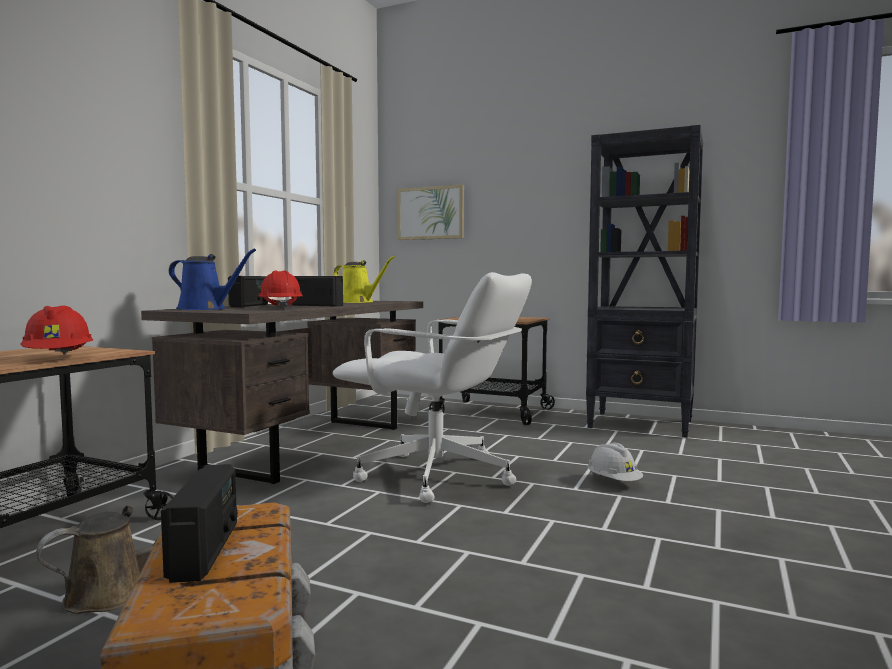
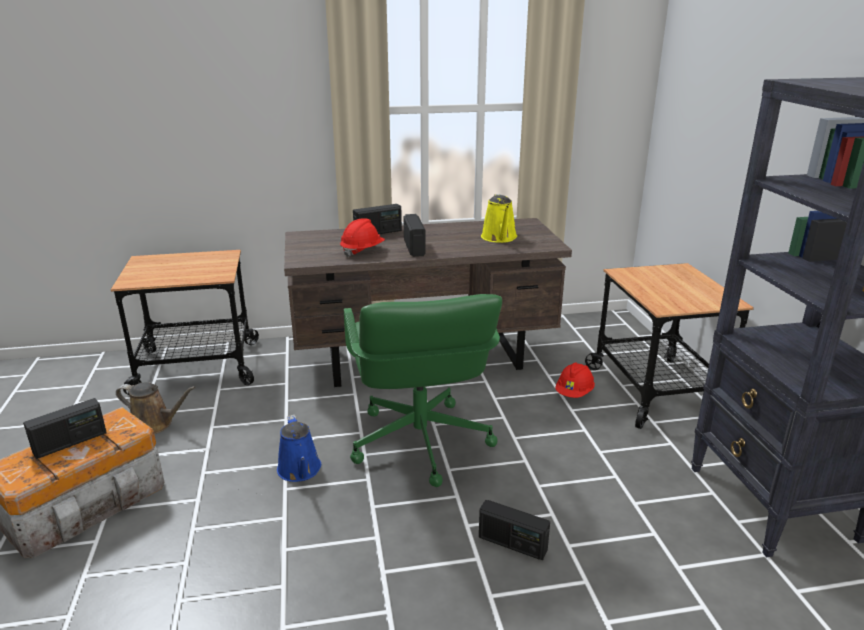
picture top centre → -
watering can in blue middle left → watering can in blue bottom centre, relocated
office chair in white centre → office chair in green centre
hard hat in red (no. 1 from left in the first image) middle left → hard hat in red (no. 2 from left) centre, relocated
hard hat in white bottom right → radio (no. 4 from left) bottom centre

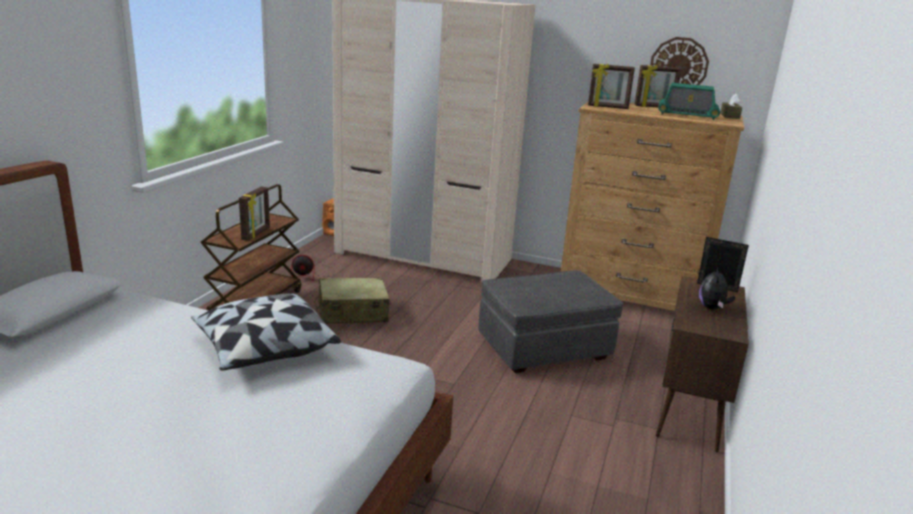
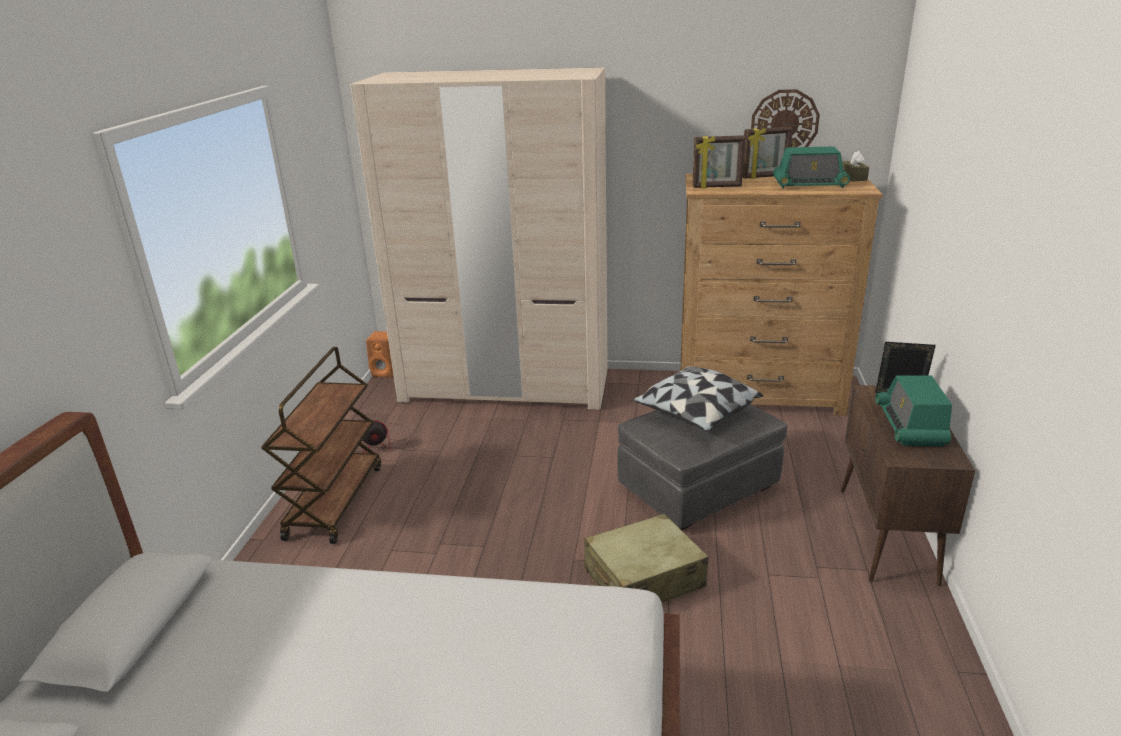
picture frame (no. 1 from left) middle left → -
plush toy middle right → radio (no. 2 from left) middle right
suitcase in beige centre → suitcase in beige bottom centre, relocated
pillow middle left → pillow centre, relocated

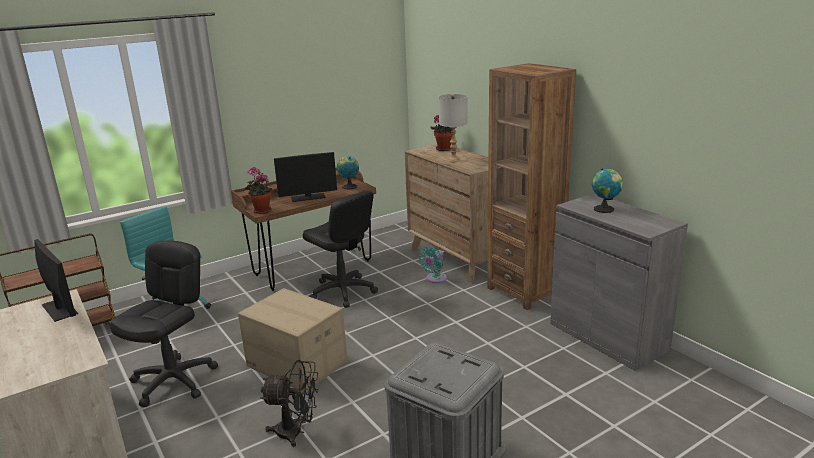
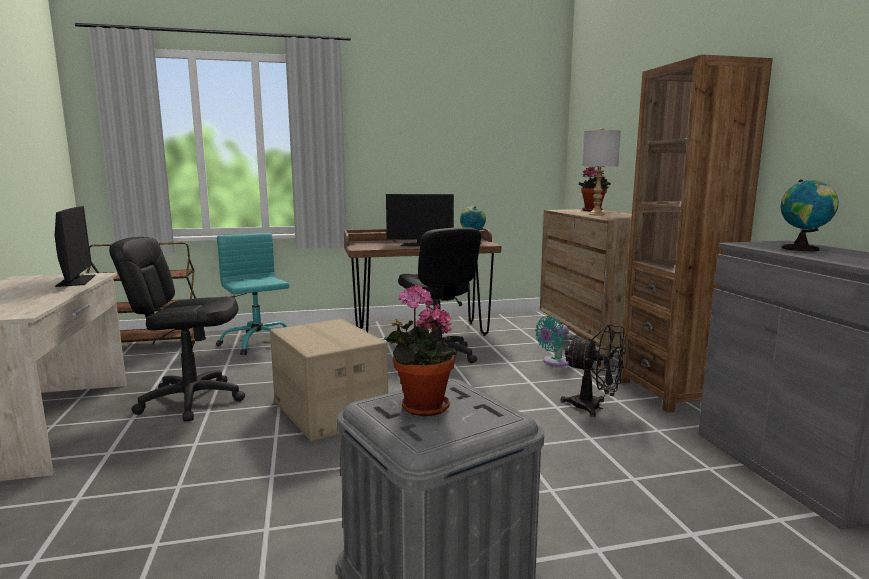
potted plant (no. 1 from left) middle left → potted plant (no. 1 from left) centre, relocated
office chair in black (no. 1 from left) bottom left → office chair in black (no. 1 from left) middle left, 135 degrees counterclockwise
fan in black bottom centre → fan in black middle right, relocated

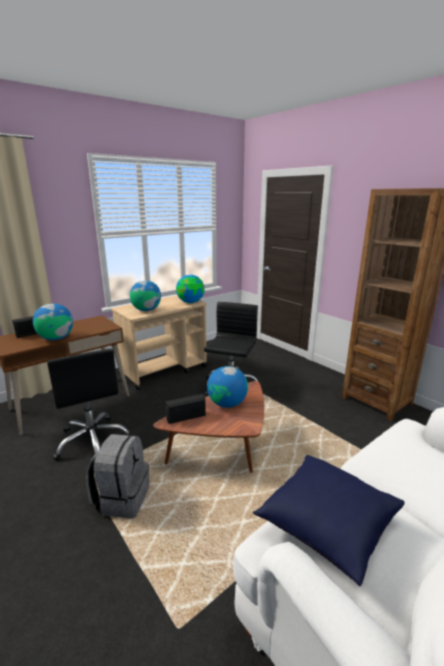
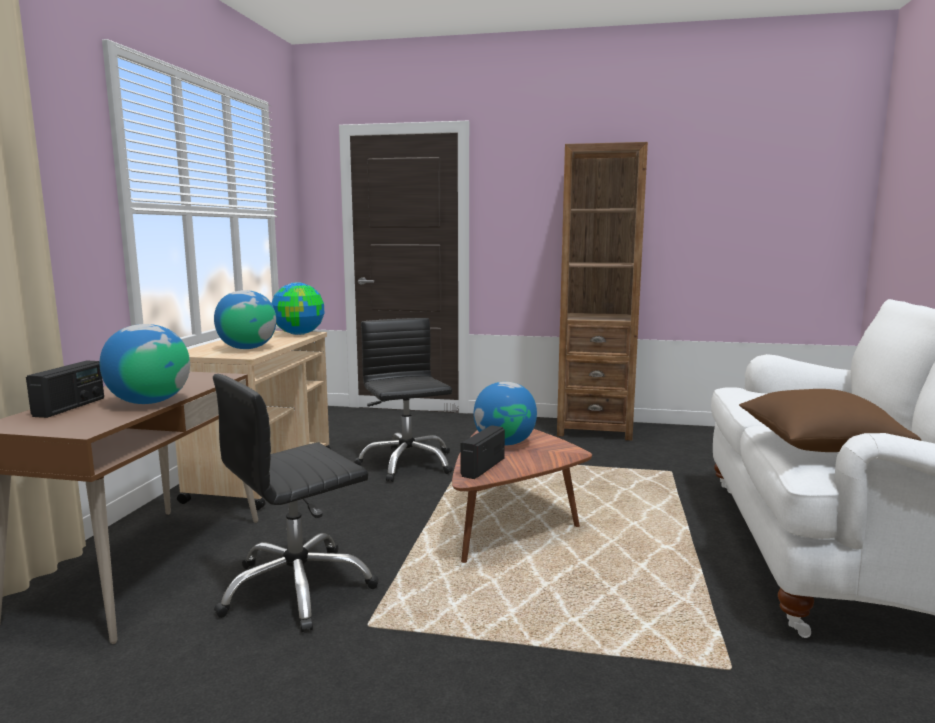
office chair in black (no. 1 from left) middle left → office chair in black (no. 1 from left) bottom left, 120 degrees clockwise
backpack in grey bottom left → -
pillow in blue bottom right → pillow in brown middle right

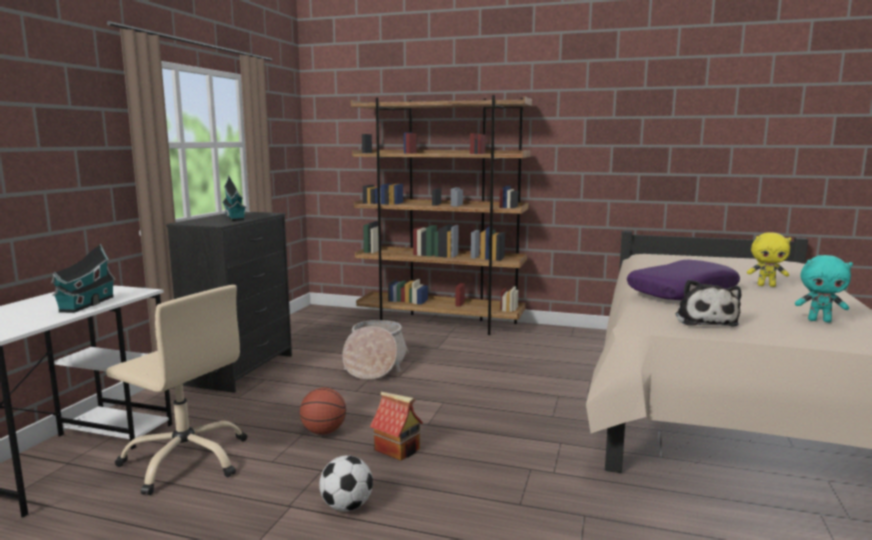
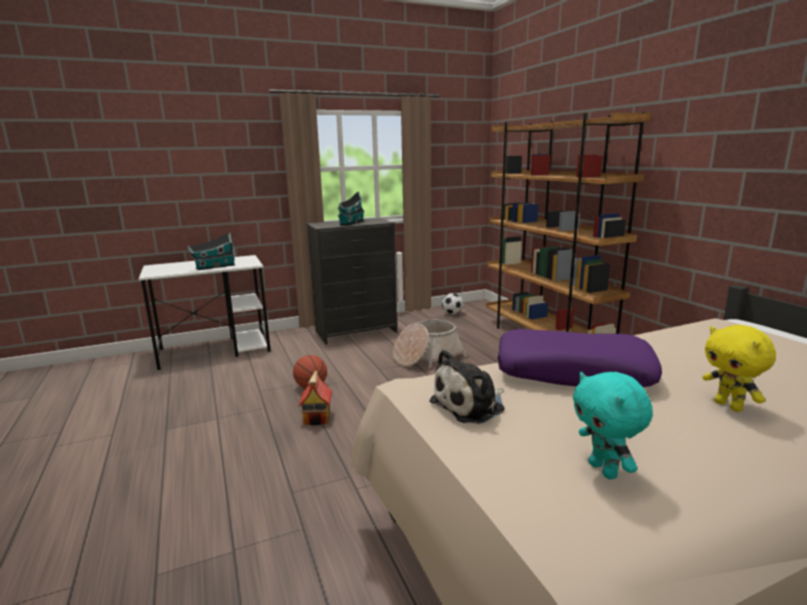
office chair in beige bottom left → -
football bottom centre → football centre, relocated

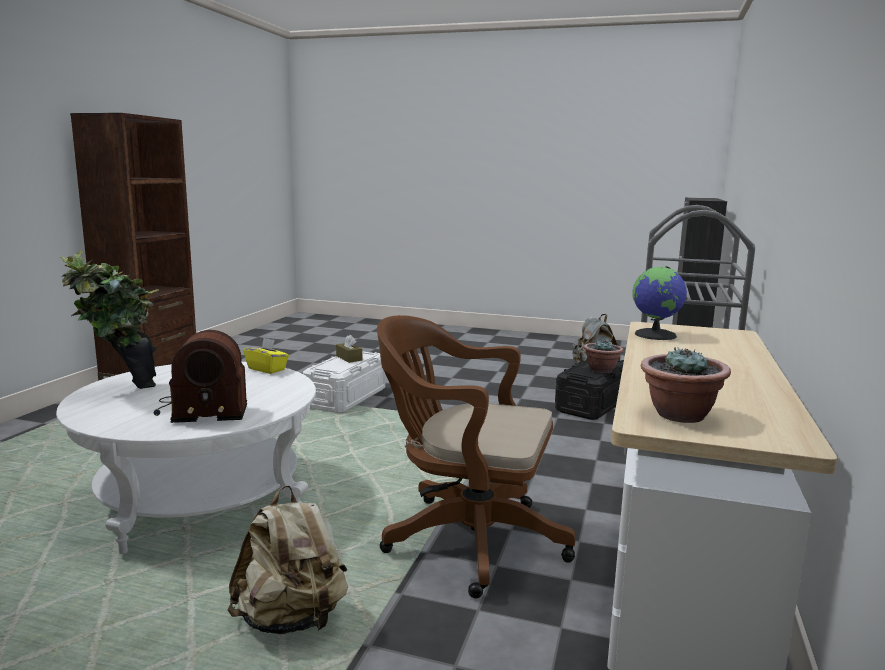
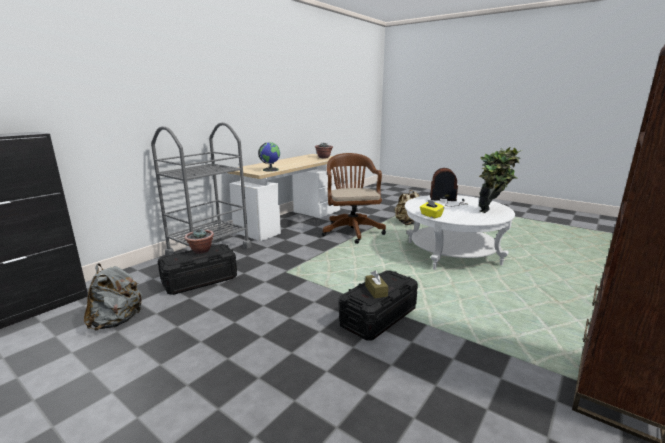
office chair in brown bottom centre → office chair in brown centre, 135 degrees counterclockwise
storage box in white centre → storage box in black (no. 2 from left) bottom centre

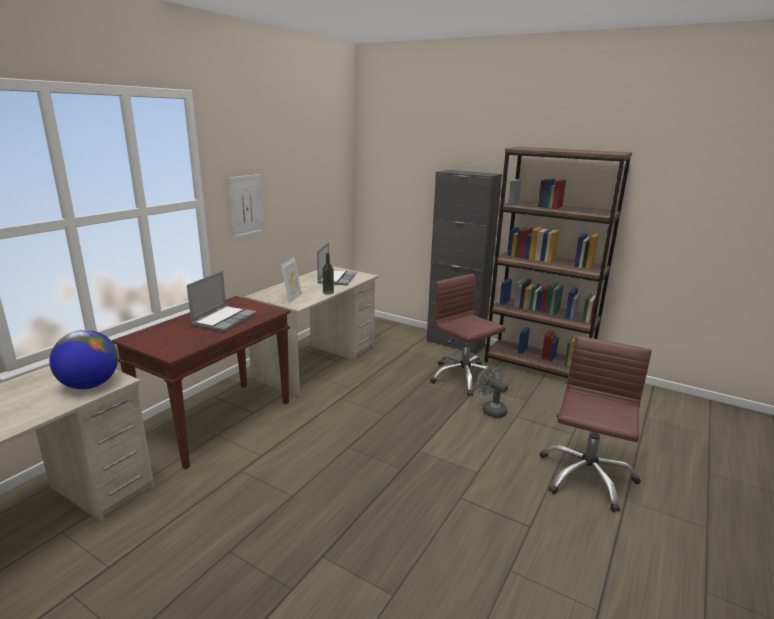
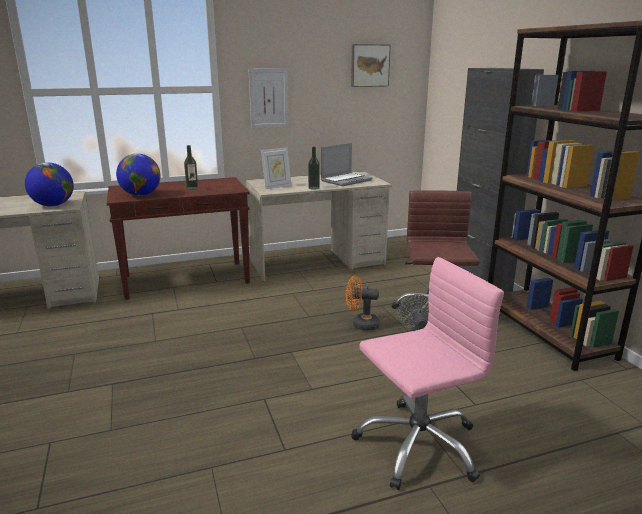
laptop (no. 1 from left) middle left → bottle (no. 1 from left) top left
office chair in brown (no. 2 from left) bottom right → office chair in pink bottom centre
- → picture (no. 2 from left) top centre
- → globe (no. 2 from left) middle left
- → fan in orange centre

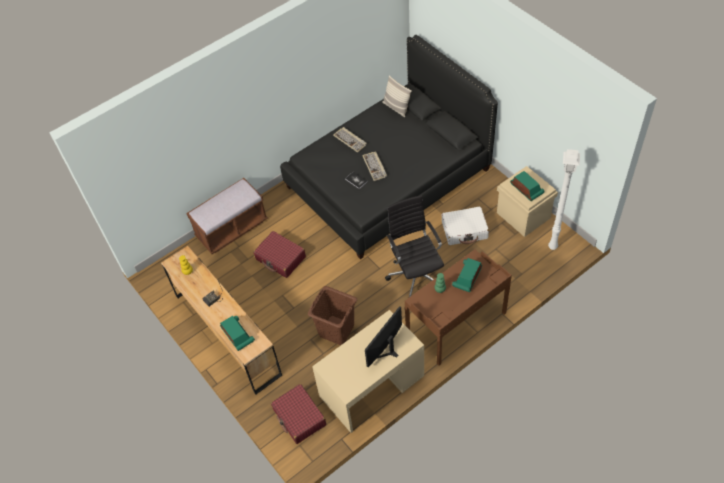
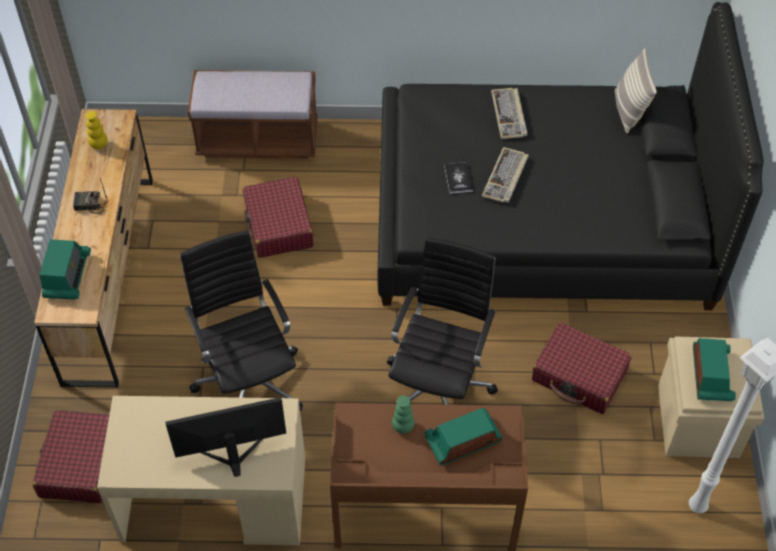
suitcase in white centre → suitcase in red (no. 3 from left) bottom right
laundry basket in brown centre → office chair in black (no. 1 from left) middle left

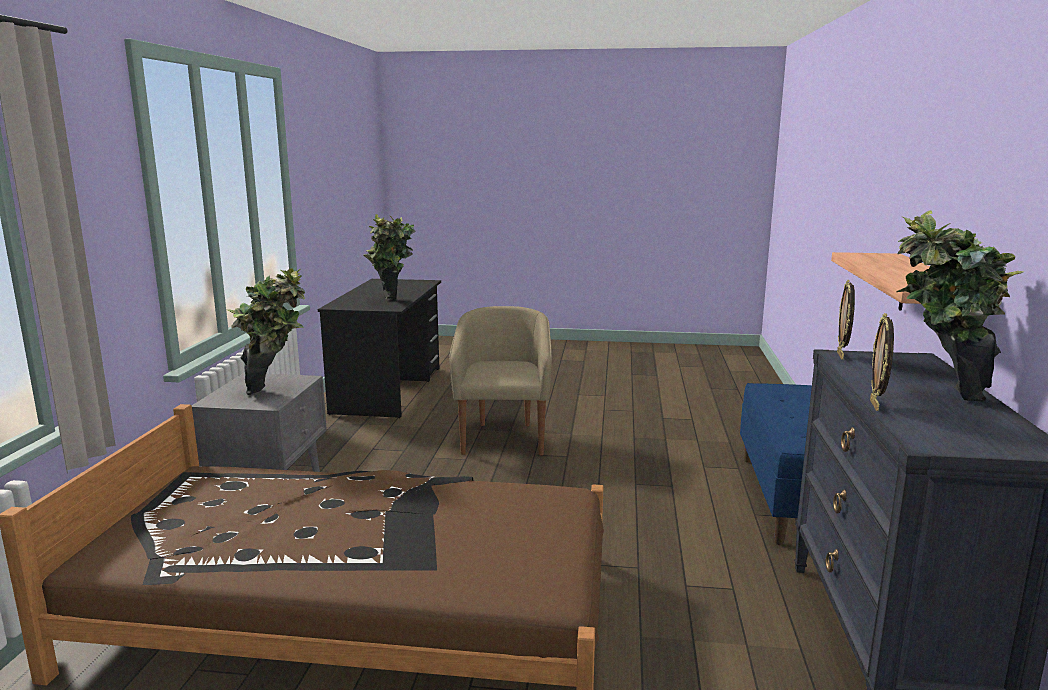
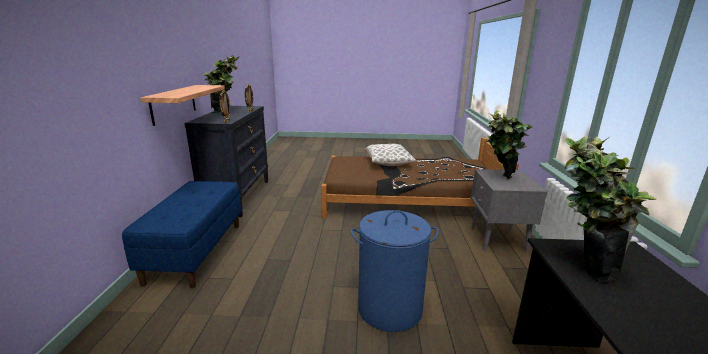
armchair in beige centre → laundry basket in blue bottom centre
- → pillow centre

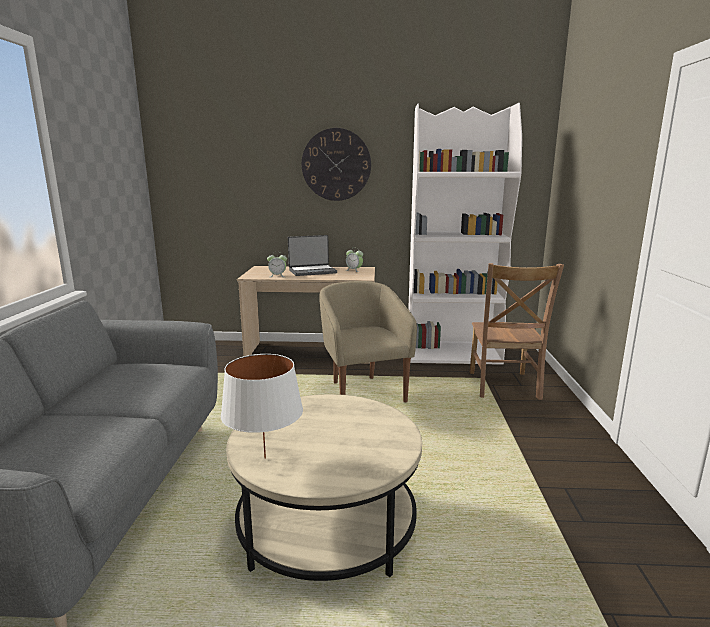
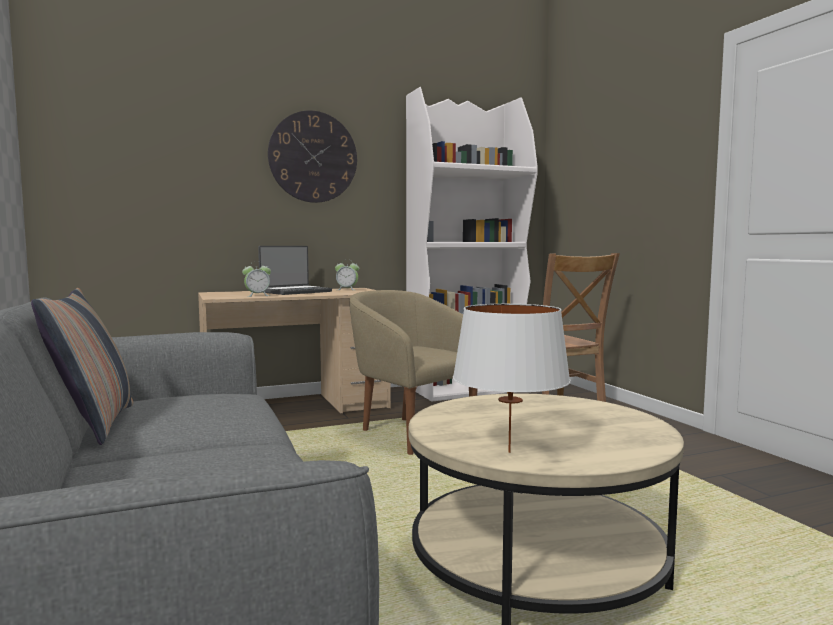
- → pillow middle left

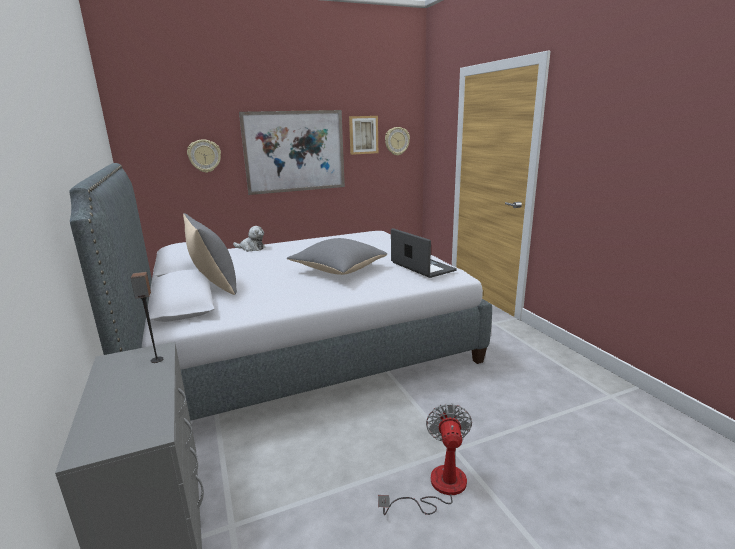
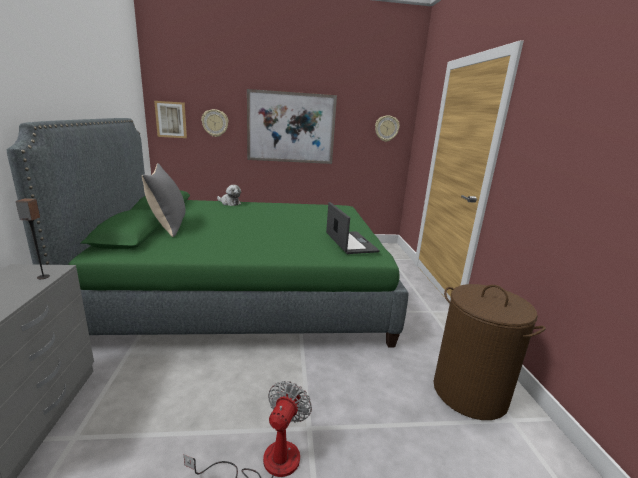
picture (no. 2 from left in the first image) top centre → picture (no. 1 from left) top left, relocated
bed in grey centre → bed in green middle left
pillow in grey (no. 2 from left) centre → -
- → laundry basket in brown bottom right

